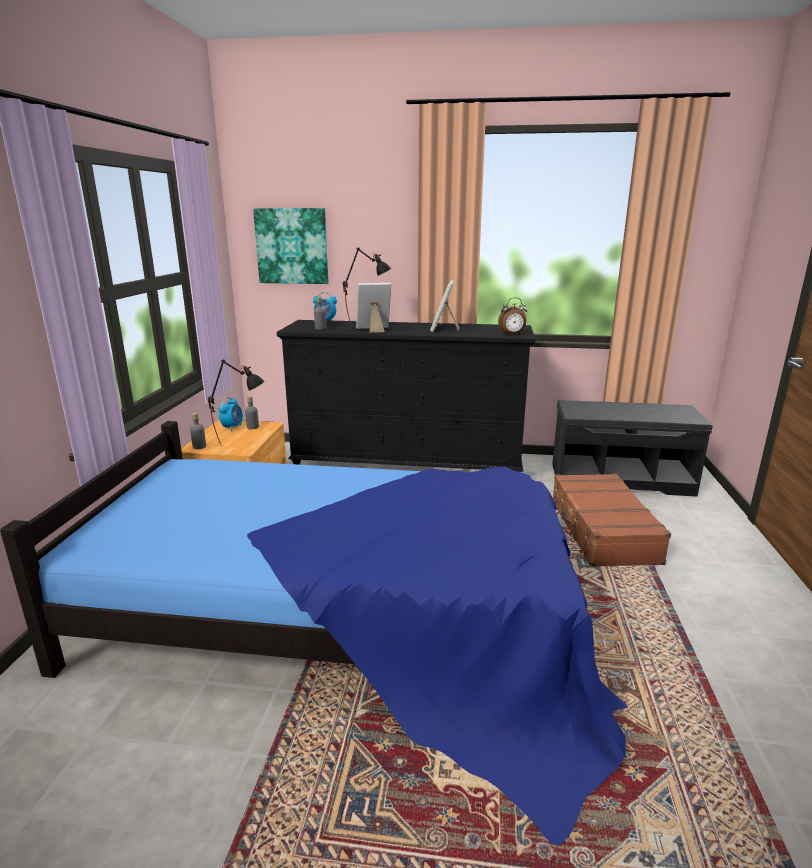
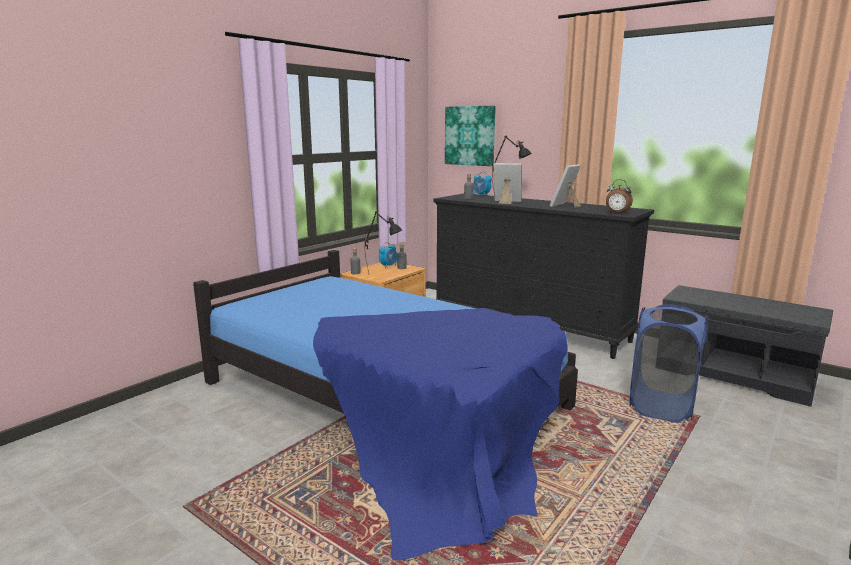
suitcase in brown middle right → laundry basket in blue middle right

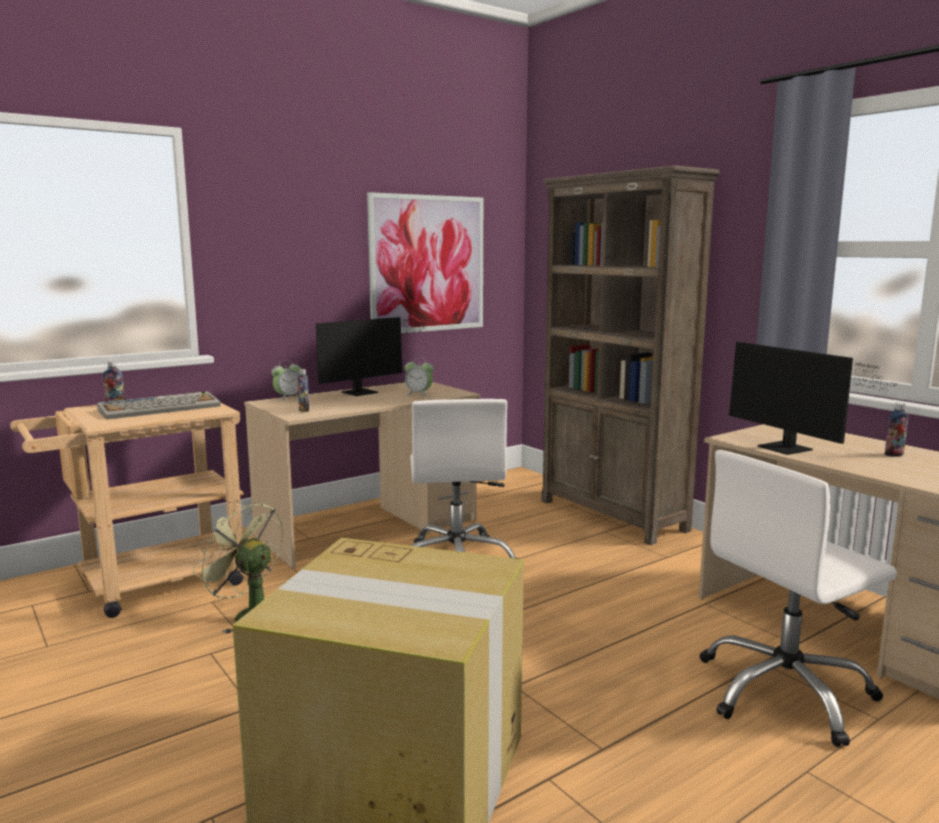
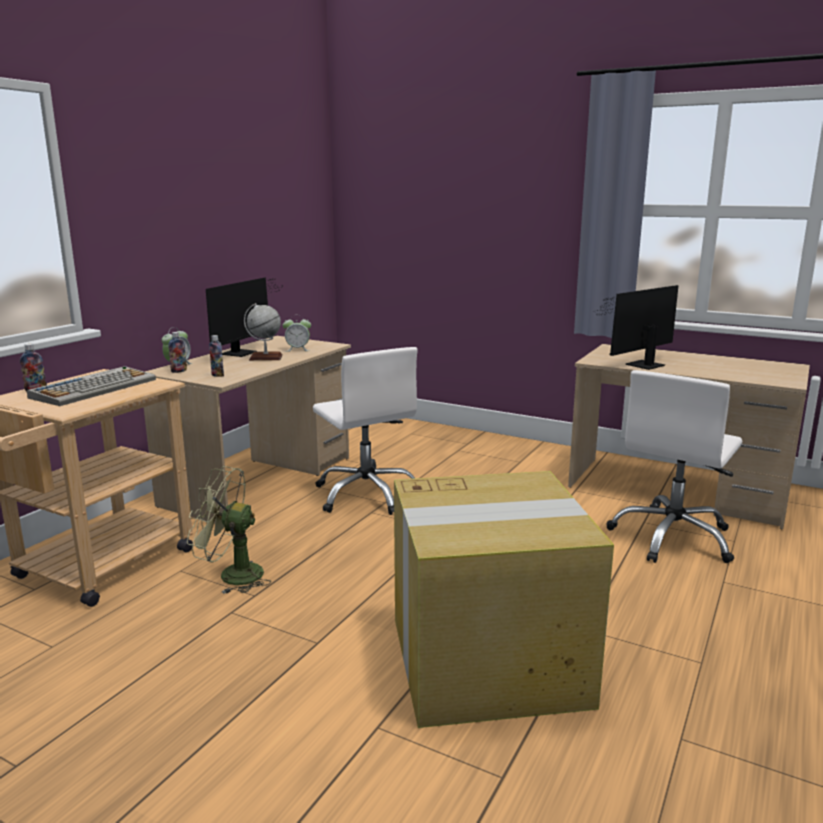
bookcase in brown middle right → -
picture top centre → -
monitor (no. 2 from left) middle right, 105 degrees clockwise
bottle (no. 3 from left in the first image) middle right → bottle (no. 2 from left) middle left, relocated
- → globe middle left

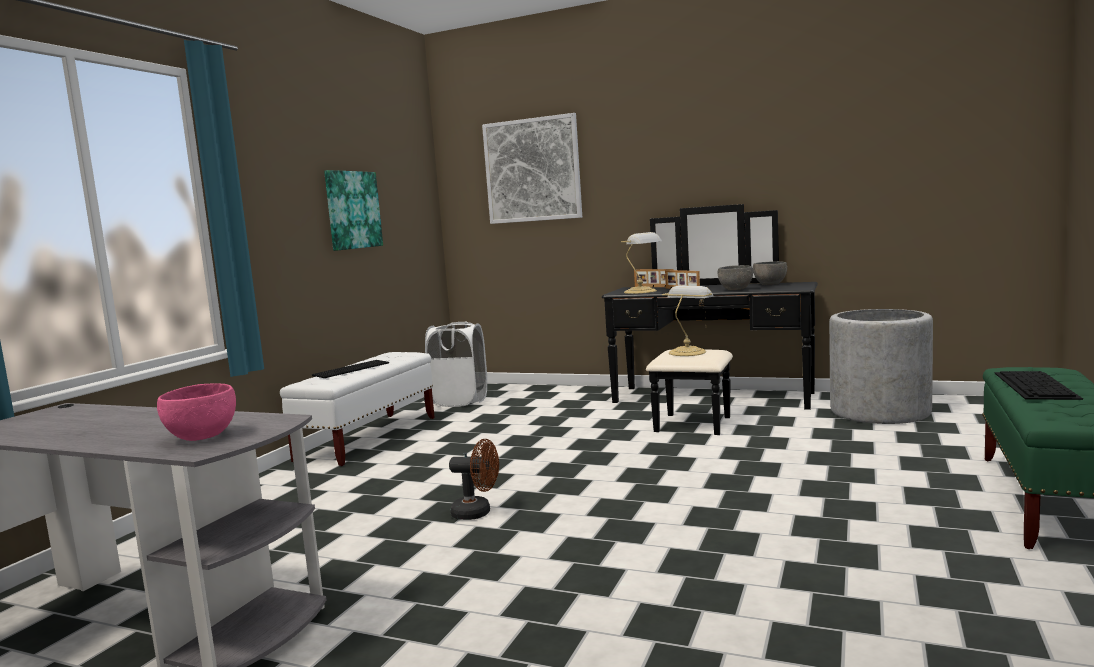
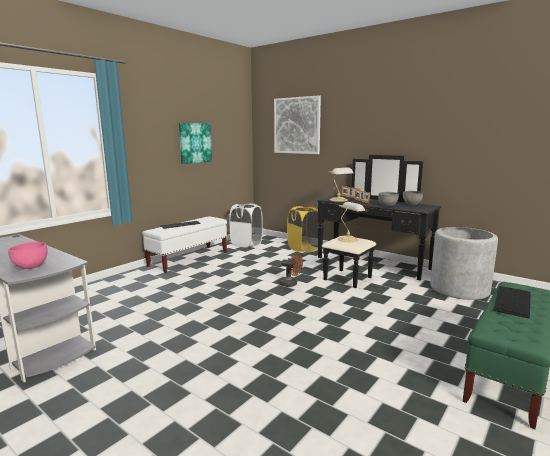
fan in brown bottom centre → fan in brown centre, relocated
- → laundry basket in yellow centre

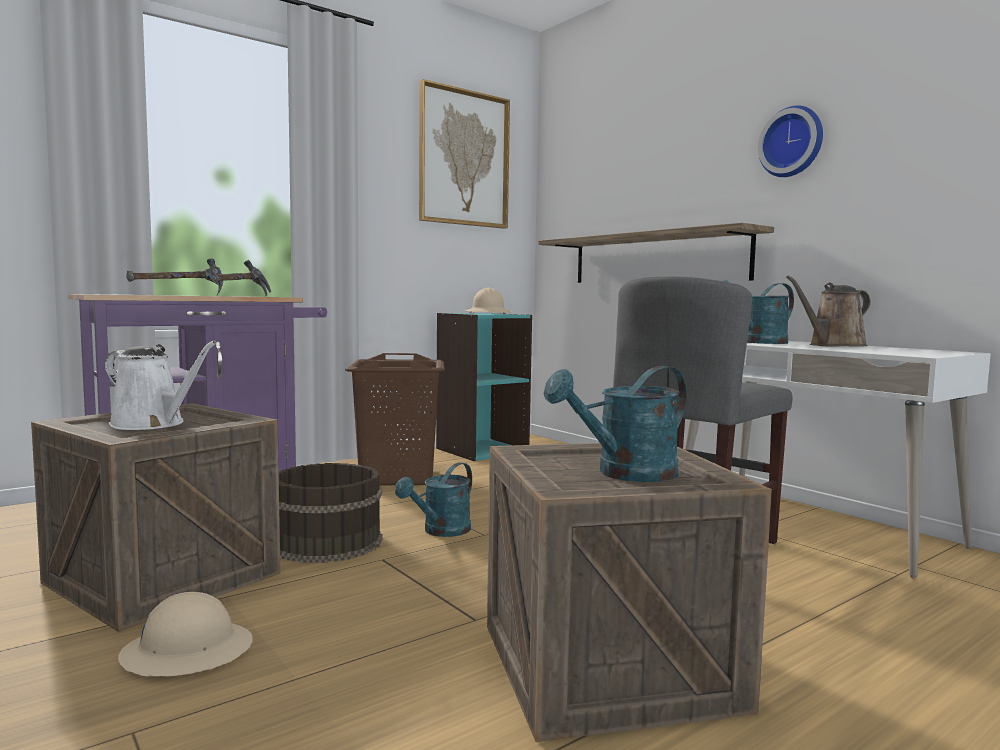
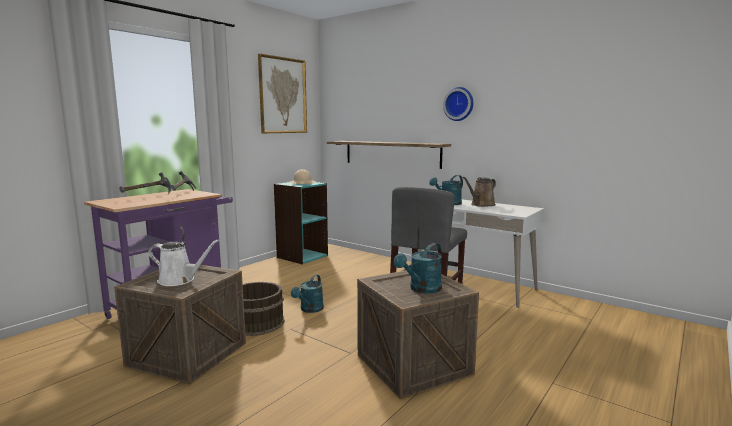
laundry basket in brown centre → -
hard hat in beige (no. 1 from left) bottom left → -

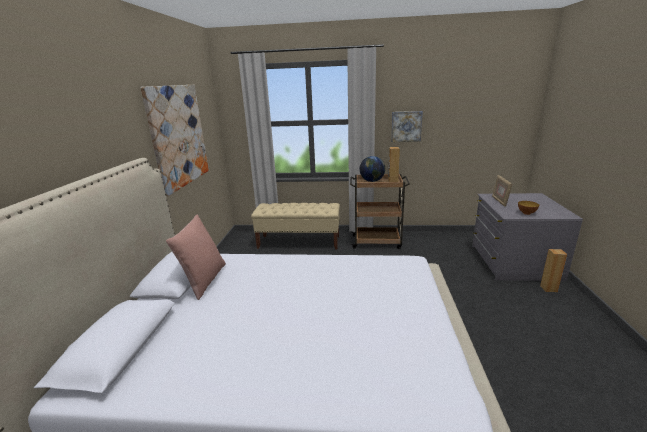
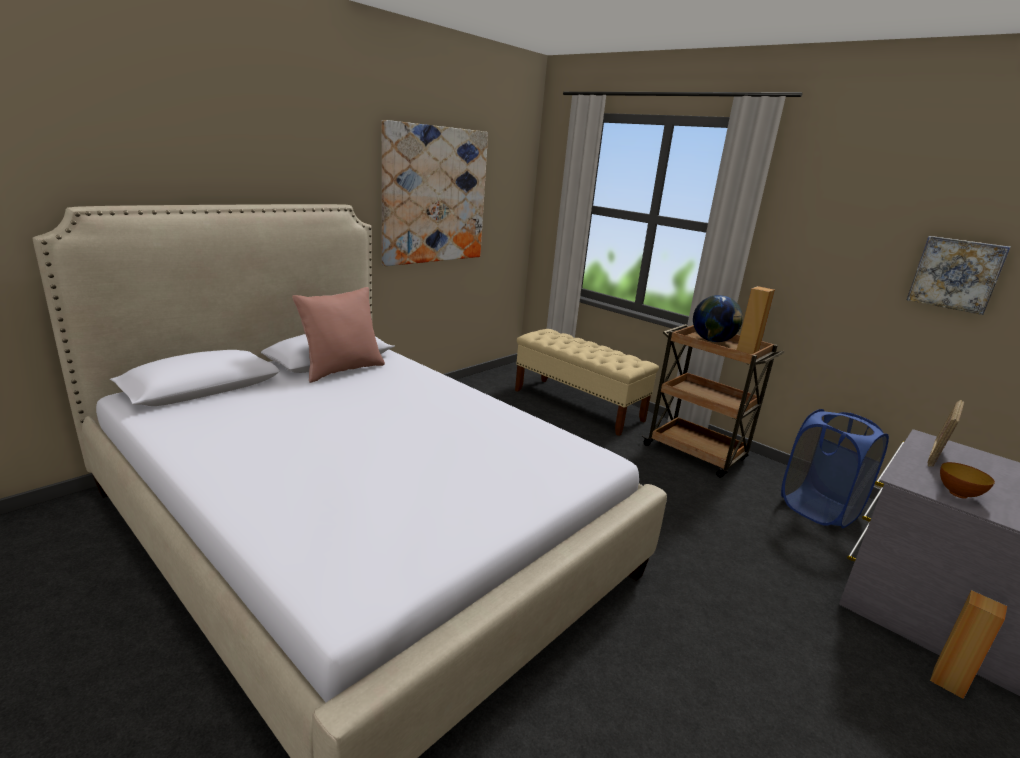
picture (no. 2 from left) top centre → picture (no. 2 from left) middle right, relocated
- → laundry basket in blue middle right

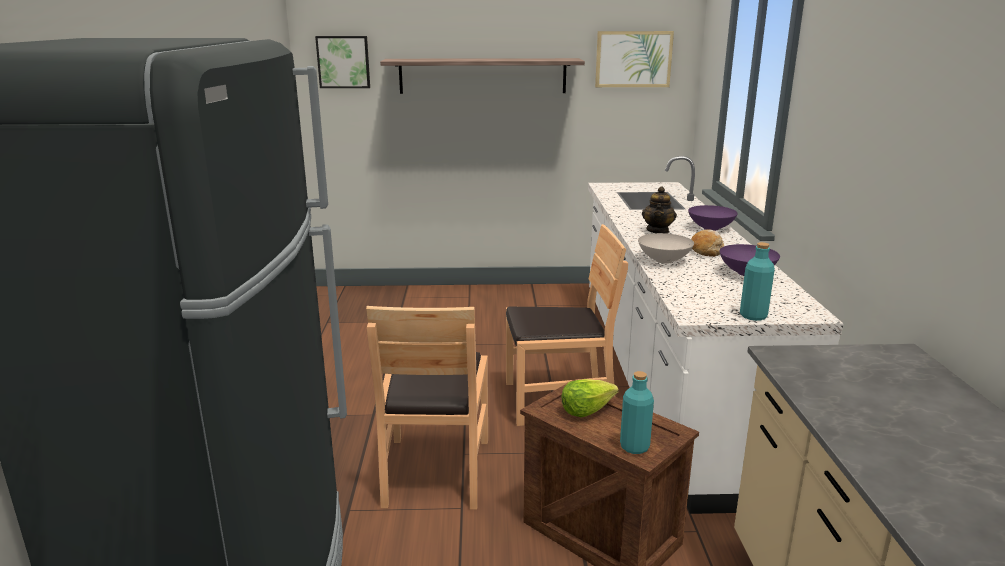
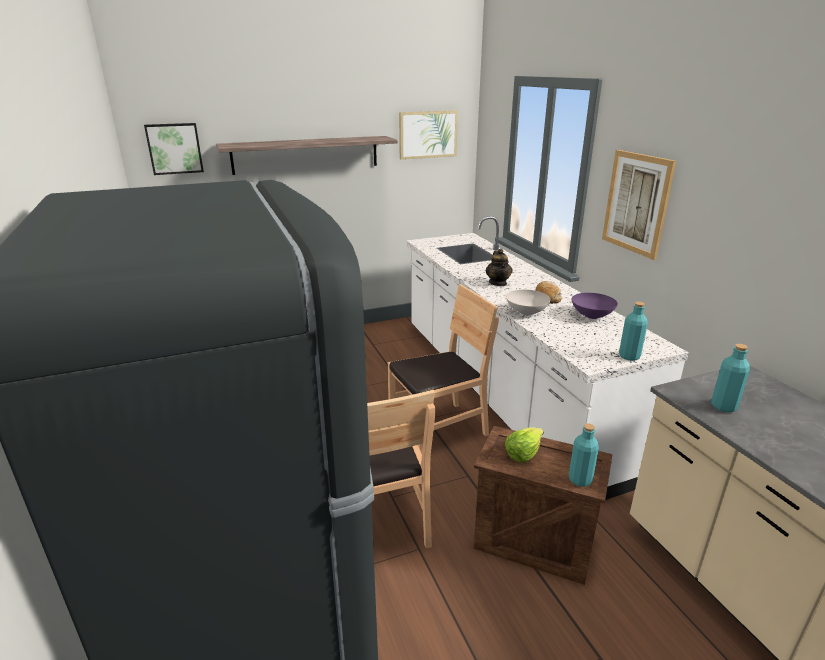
bowl in purple (no. 1 from left) middle right → -
- → picture (no. 3 from left) top right
- → bottle in turquoise (no. 3 from left) middle right

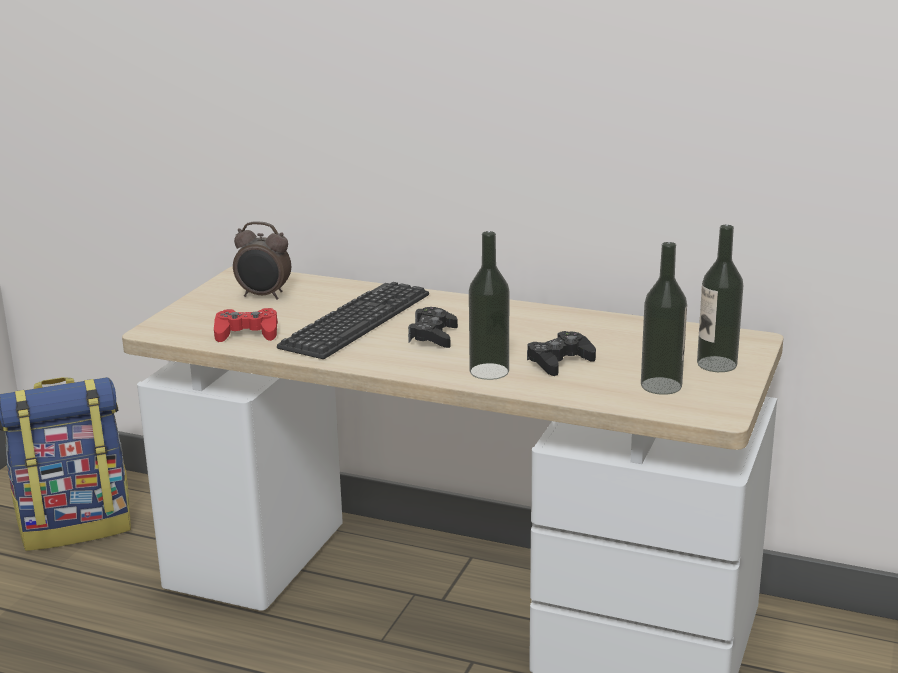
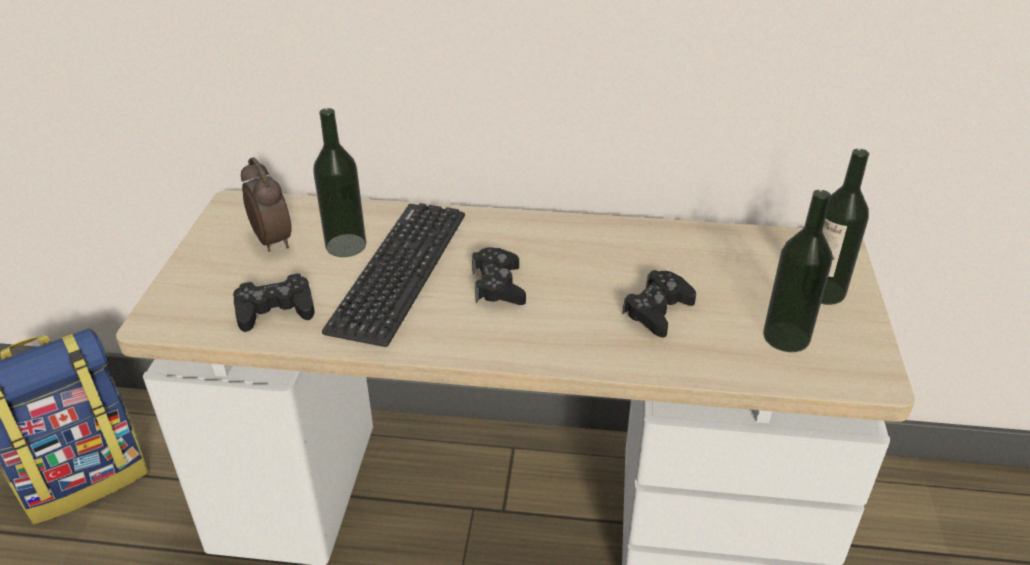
alarm clock middle left, 120 degrees counterclockwise
bottle (no. 1 from left) centre → bottle (no. 1 from left) top left, relocated
game controller in red middle left → game controller in black (no. 1 from left) middle left

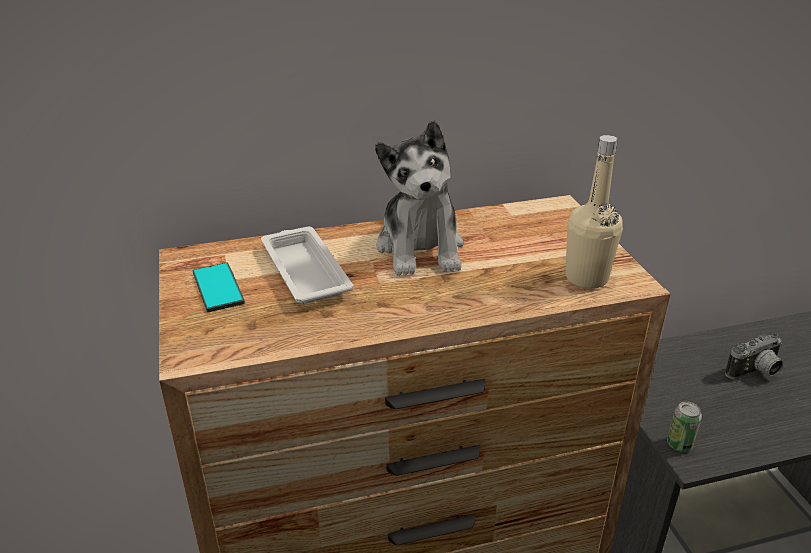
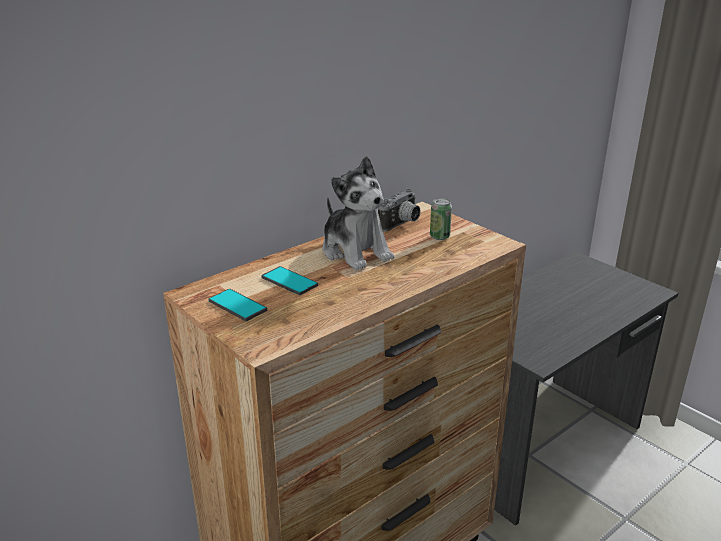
bottle in beige middle right → -
tray in white centre → phone (no. 2 from left) centre
photo camera middle right → photo camera centre, relocated
can bottom right → can centre, relocated

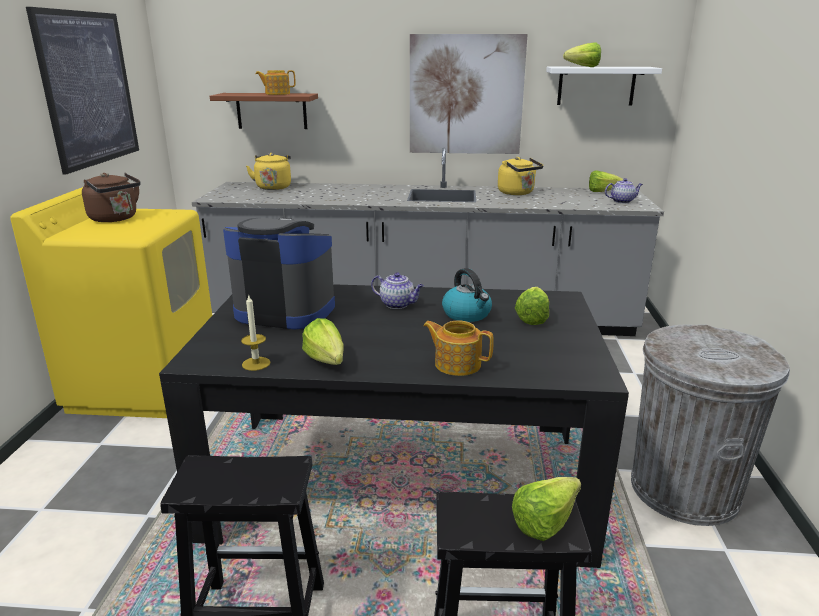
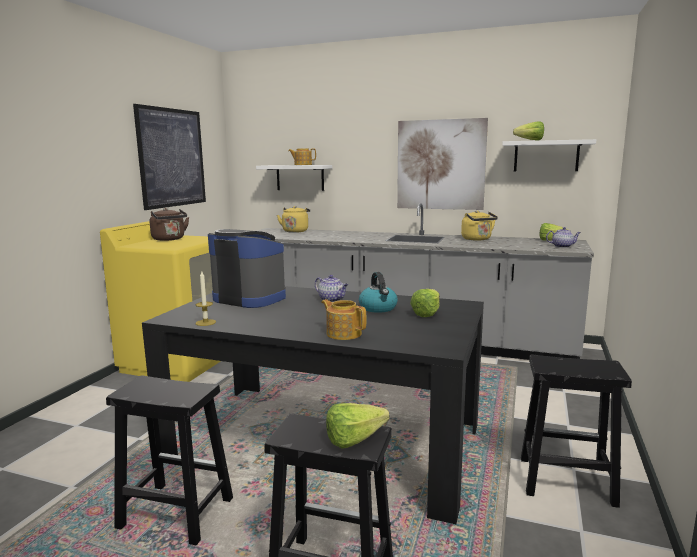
shelf in brown top left → shelf in white (no. 1 from left) top centre
lettuce (no. 1 from left) centre → -
trash can in grey bottom right → stool in black (no. 3 from left) bottom right

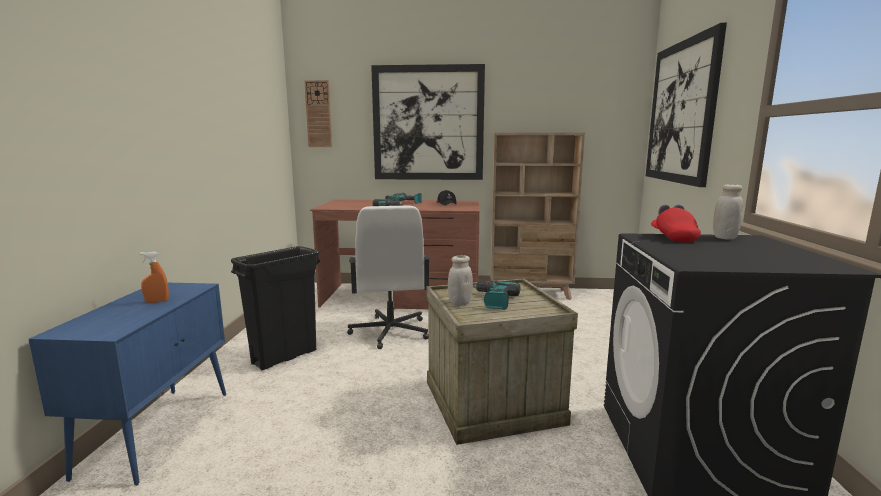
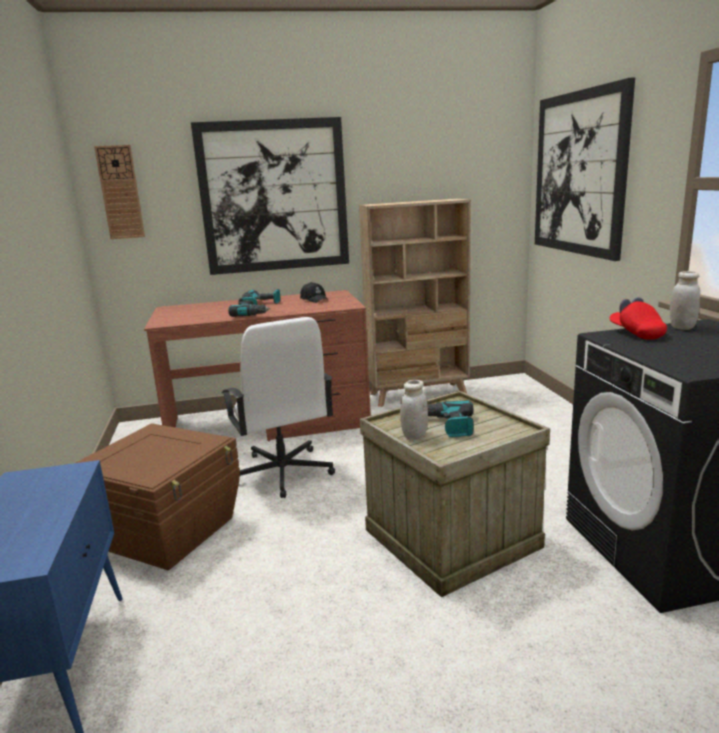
trash can in black middle left → storage box in brown bottom left
spray bottle in orange middle left → -

